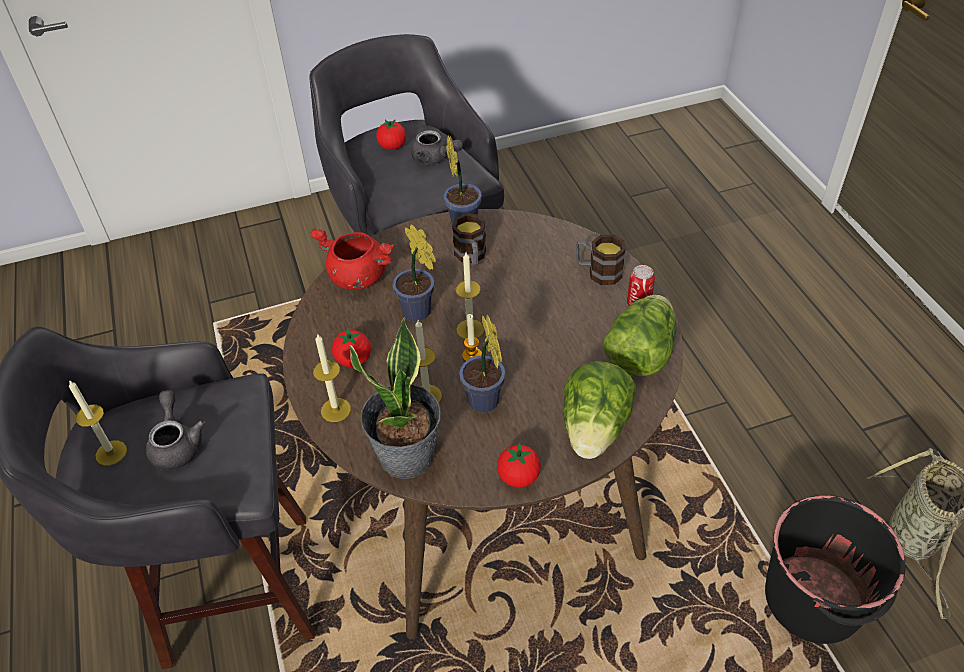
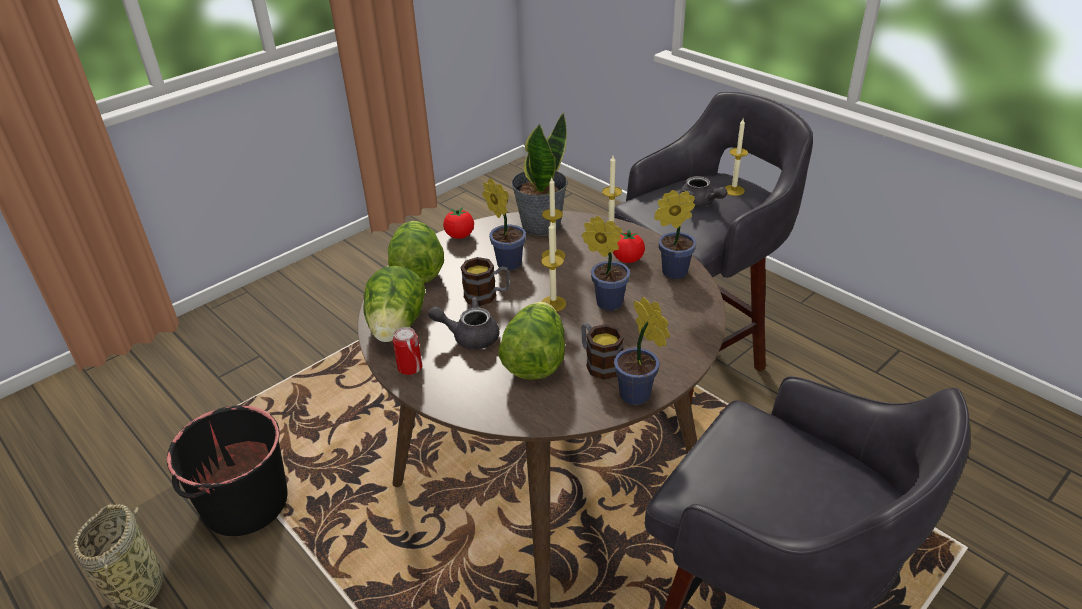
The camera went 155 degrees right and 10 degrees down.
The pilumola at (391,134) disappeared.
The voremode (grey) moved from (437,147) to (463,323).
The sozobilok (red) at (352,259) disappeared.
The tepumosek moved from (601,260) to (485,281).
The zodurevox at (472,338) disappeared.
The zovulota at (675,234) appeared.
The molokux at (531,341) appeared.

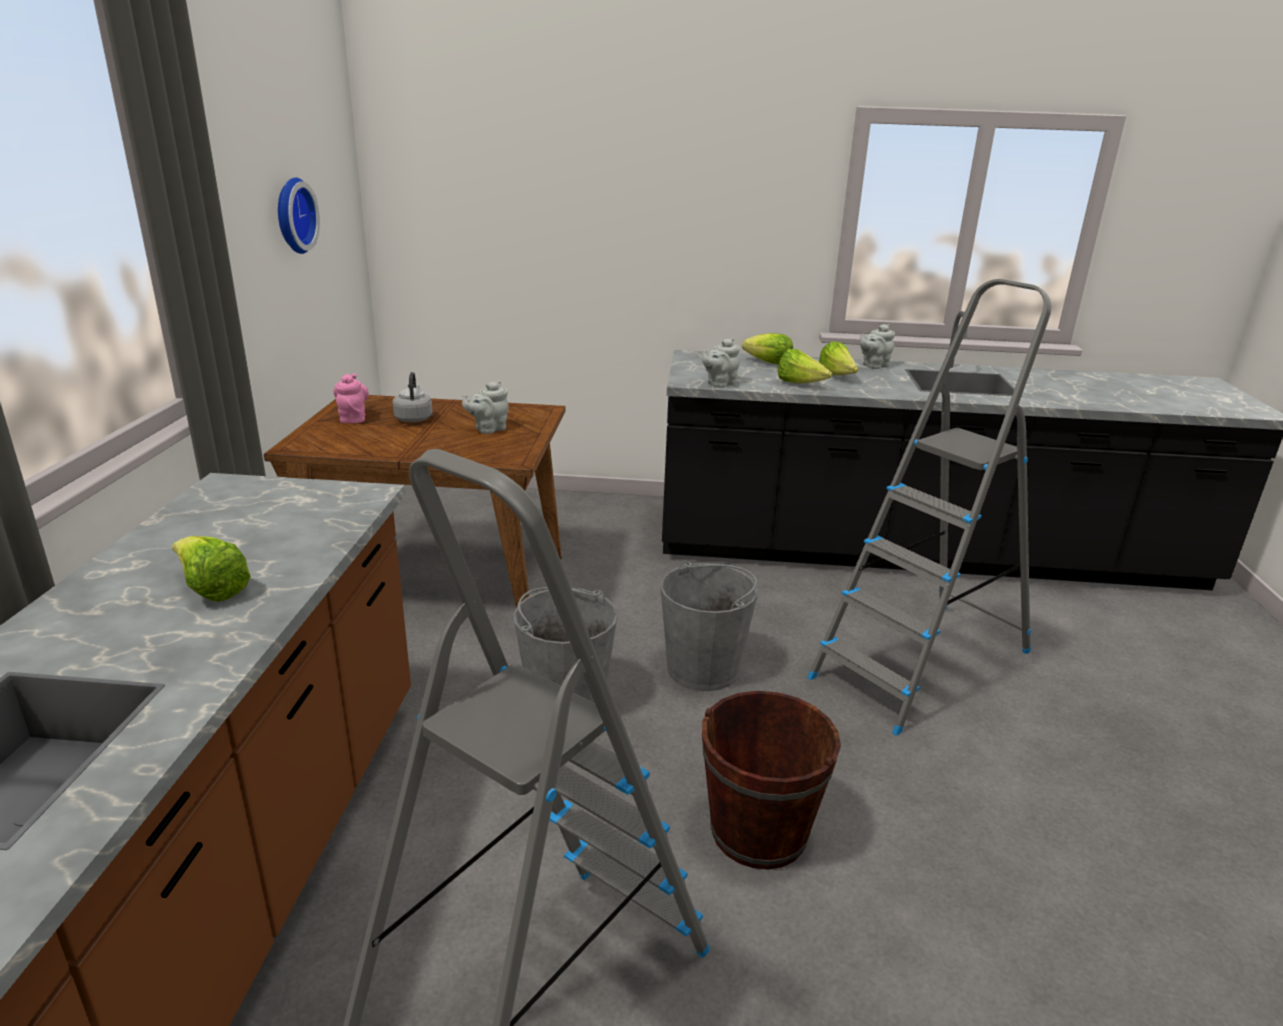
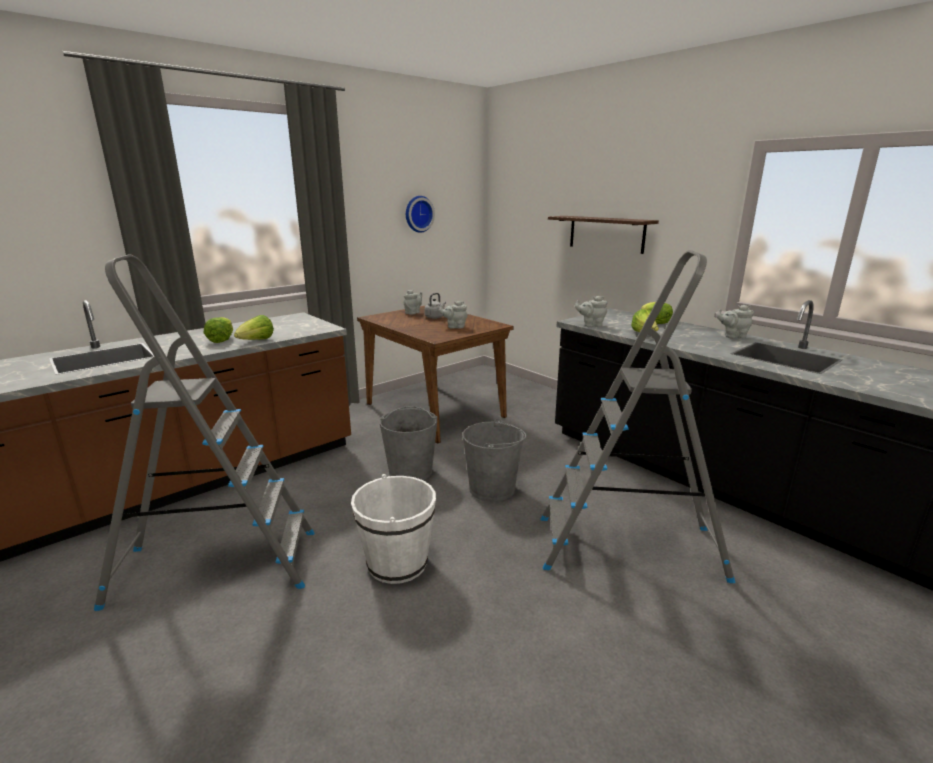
The camera went 45 degrees right and 5 degrees down.
The molokux moved from (839,358) to (254,327).
The voremode (pink) at (351,398) became the voremode (grey) at (413,302).
The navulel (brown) at (771,780) became the navulel (white) at (393,529).
The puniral at (603,235) appeared.

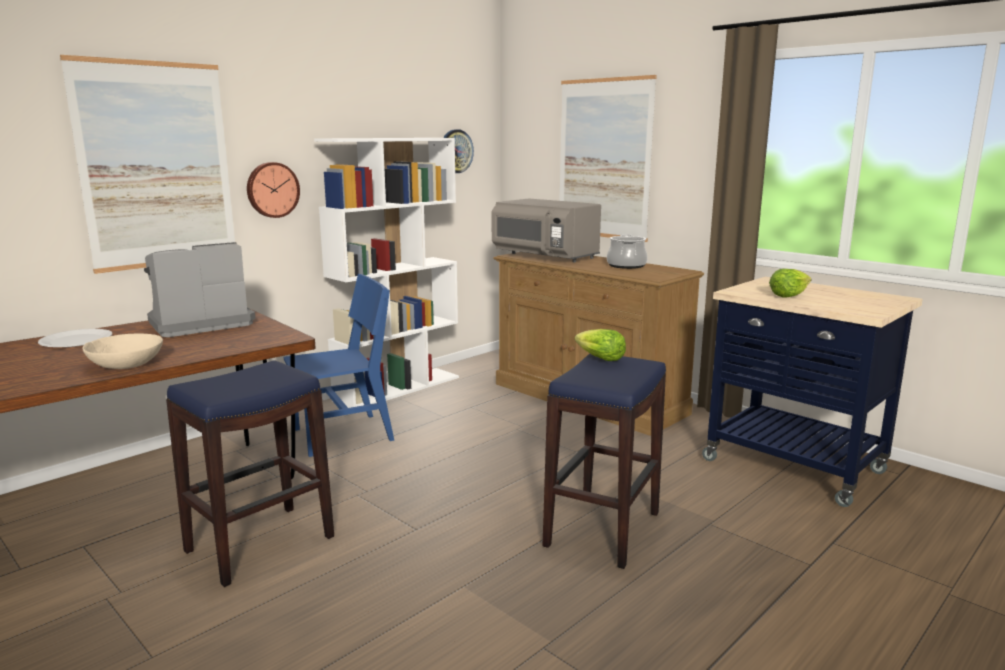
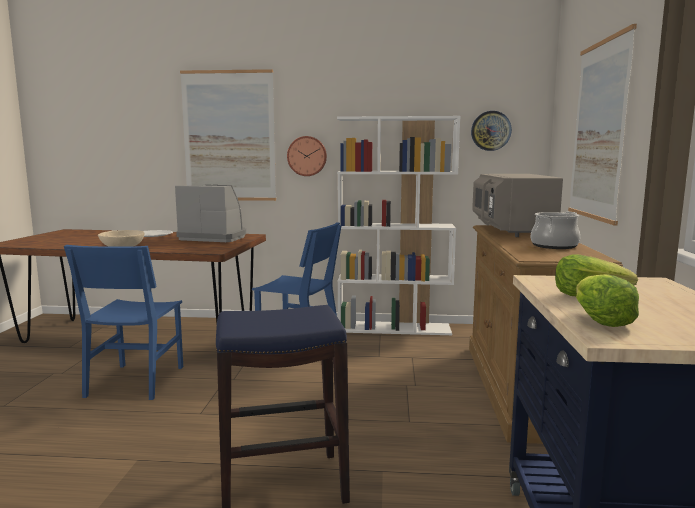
The camera went 50 degrees right and 5 degrees down.
The molokux moved from (600,345) to (607,300).
The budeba at (250,473) was replaced by the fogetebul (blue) at (123,322).

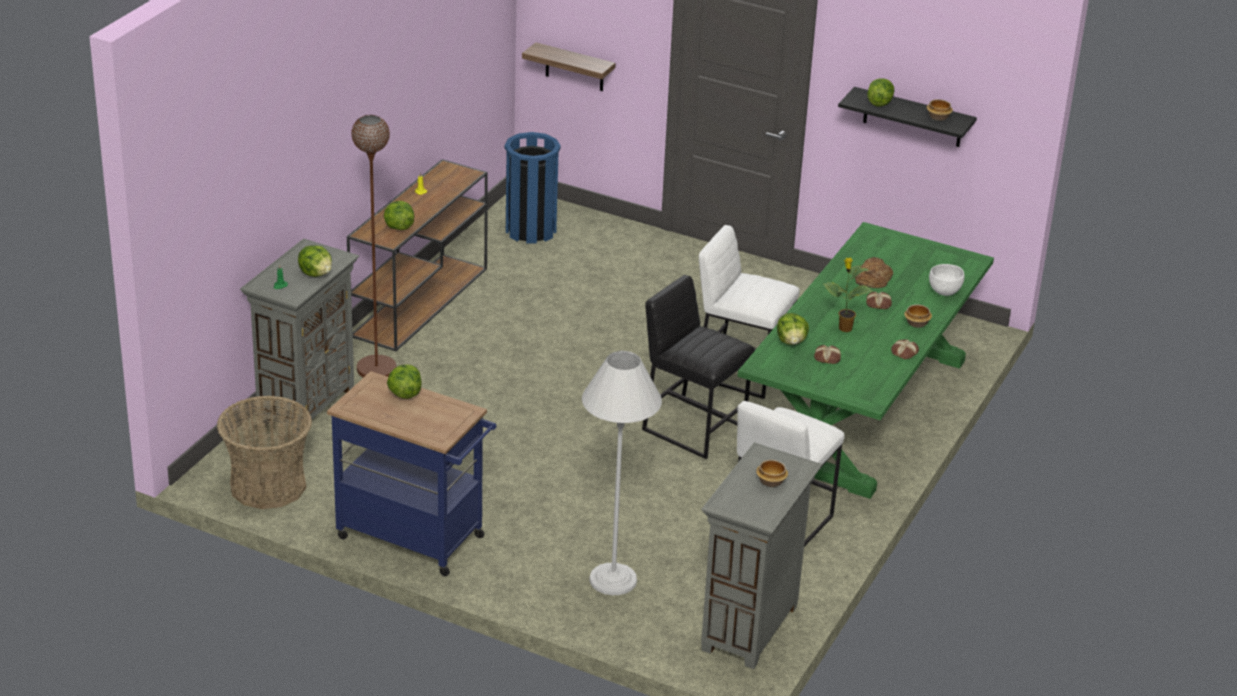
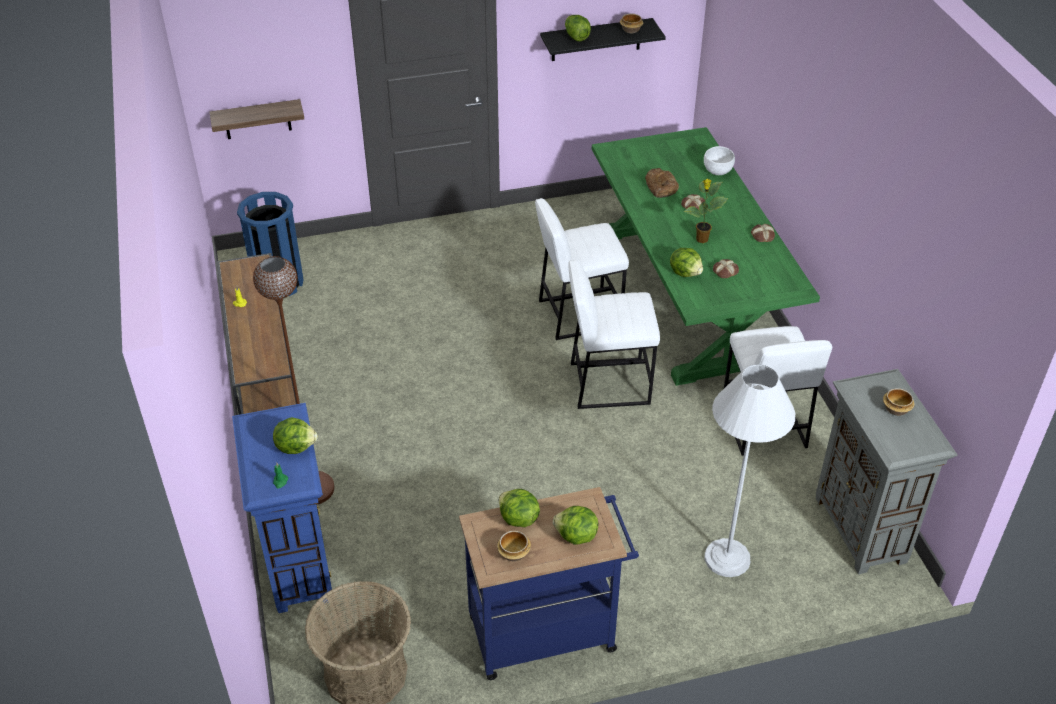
The camera went 40 degrees left and 10 degrees up.
The molokux moved from (399,215) to (575,525).
The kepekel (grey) at (299,337) became the kepekel (blue) at (282,508).
The fogetebul (black) at (698,367) became the fogetebul (white) at (614,334).
The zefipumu moved from (918,316) to (514,546).

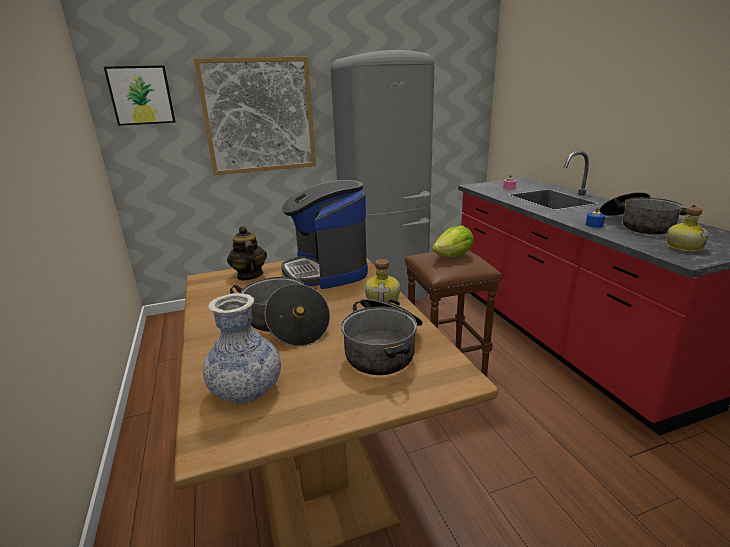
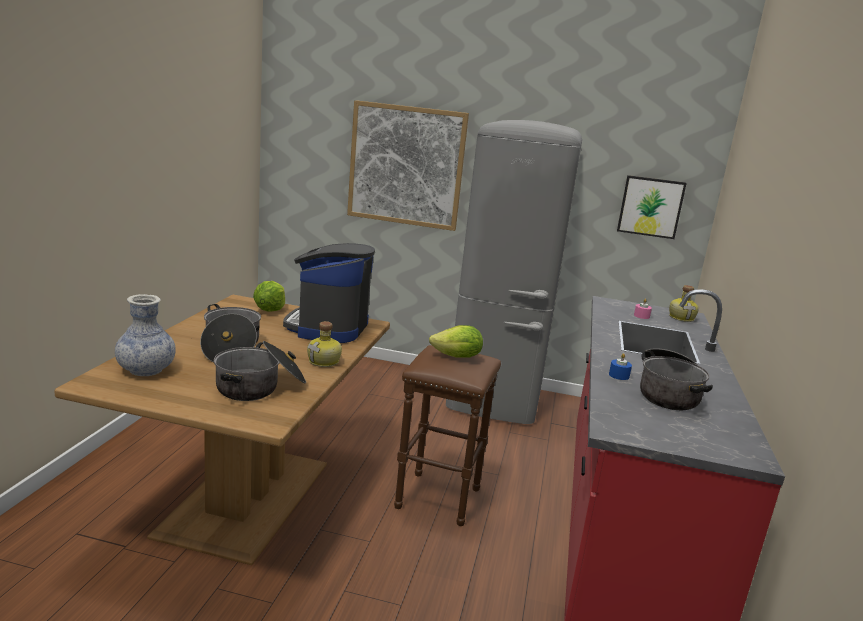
The camera went 30 degrees right and 5 degrees down.
The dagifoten moved from (140,95) to (652,207).
The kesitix moved from (688,229) to (684,303).
The voremode at (247,253) was replaced by the molokux at (269,296).

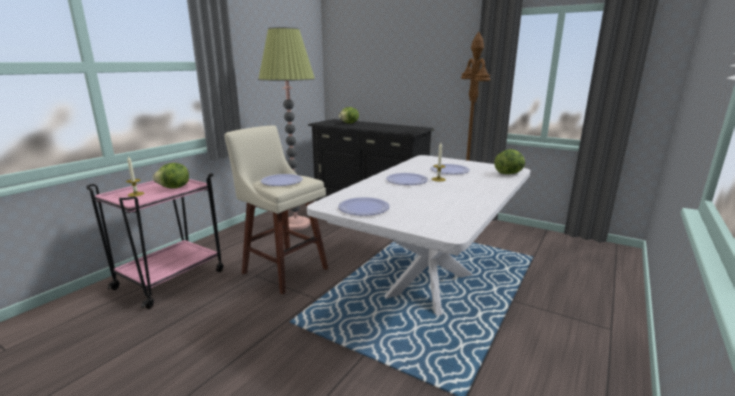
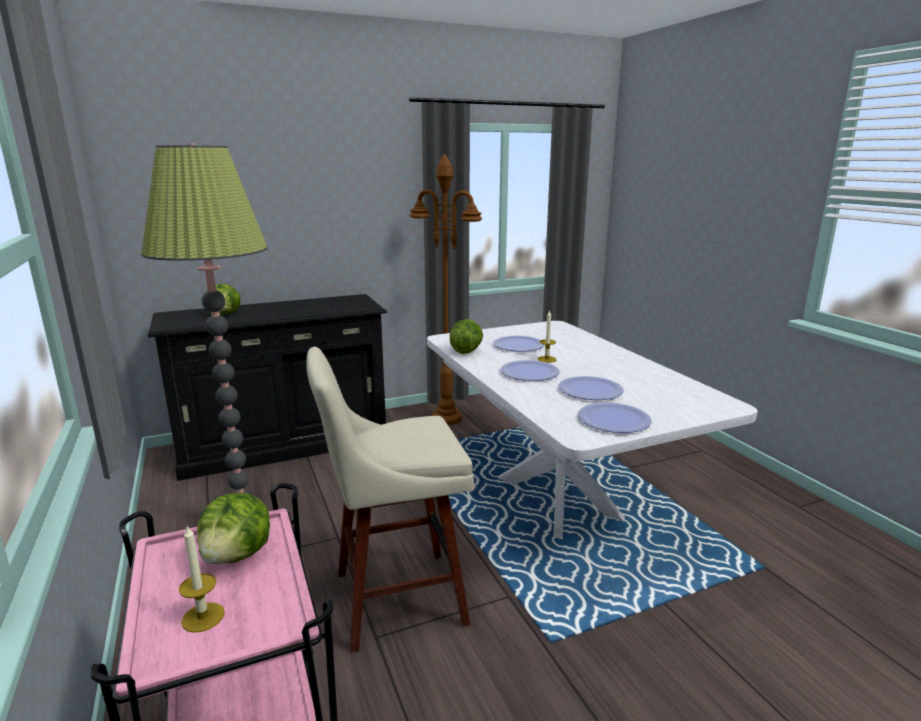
The camera went 55 degrees left and 0 degrees up.
The molokux moved from (509,161) to (466,336).
The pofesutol moved from (282,180) to (591,388).

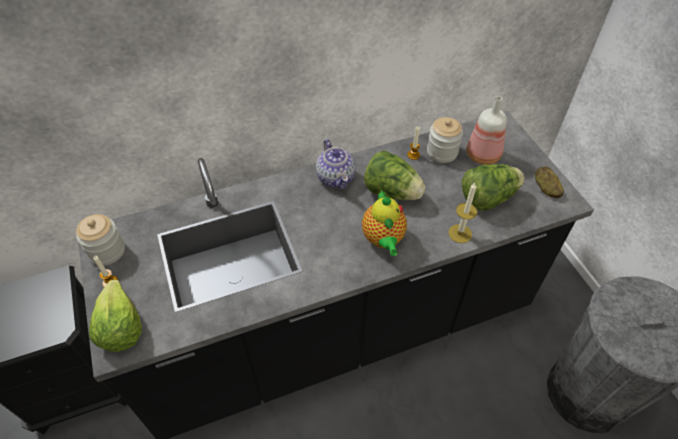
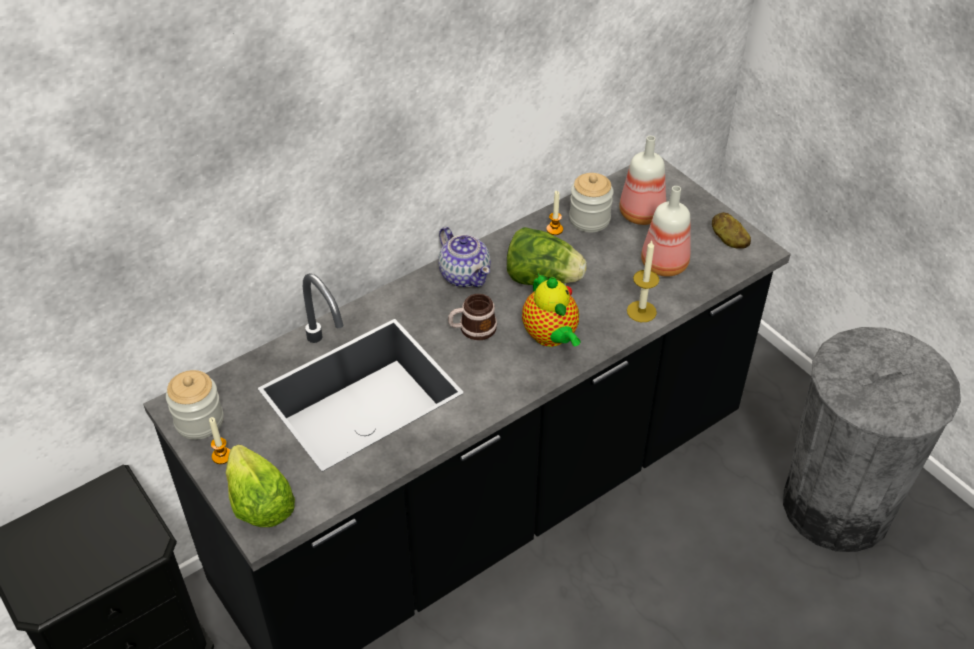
The camera went 15 degrees left and 5 degrees down.
The molokux at (493,187) was replaced by the kesitix at (666,231).
The tepumosek at (472,317) appeared.

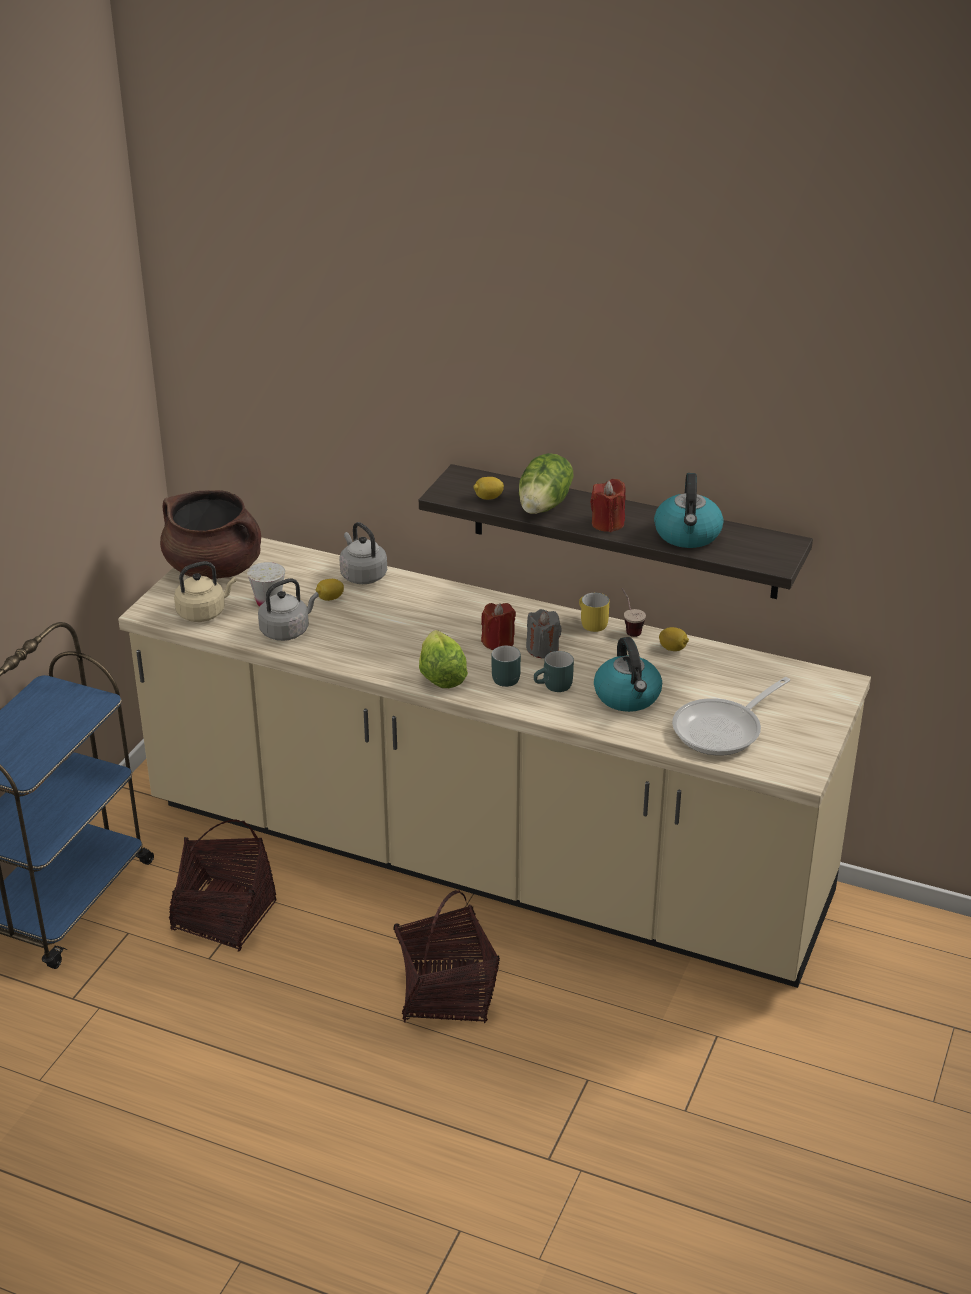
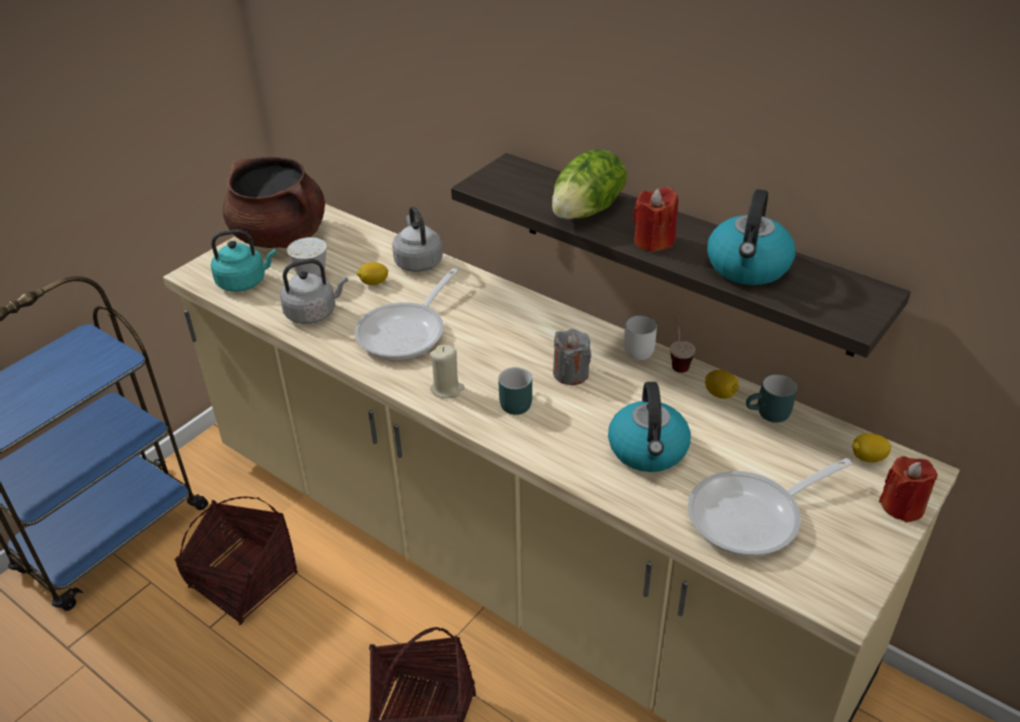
The camera went 15 degrees right and 5 degrees up.
The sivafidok moved from (488,488) to (871,447).
The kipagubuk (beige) at (205,591) became the kipagubuk (turquoise) at (243,260).
The tepumosek (yellow) at (594,612) became the tepumosek (white) at (640,337).
The zodurevox (red) moved from (498,626) to (908,489).
The molokux at (443,659) was replaced by the zodurevox (beige) at (447,371).
The tepumosek (turquoise) moved from (554,671) to (771,398).
The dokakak at (407,314) appeared.

